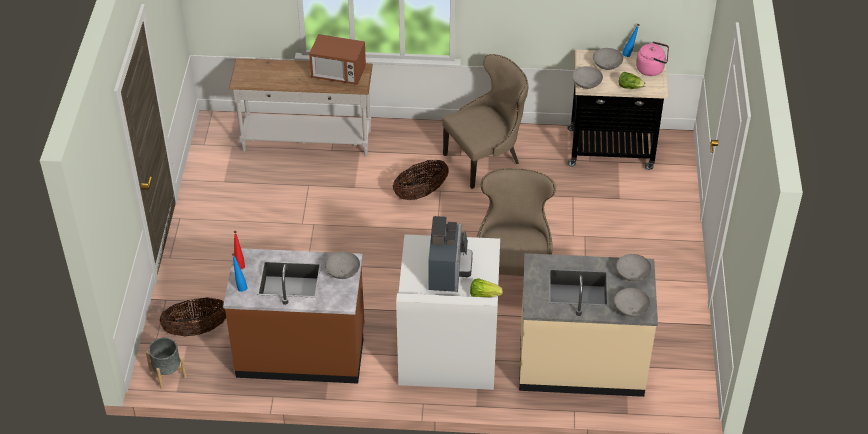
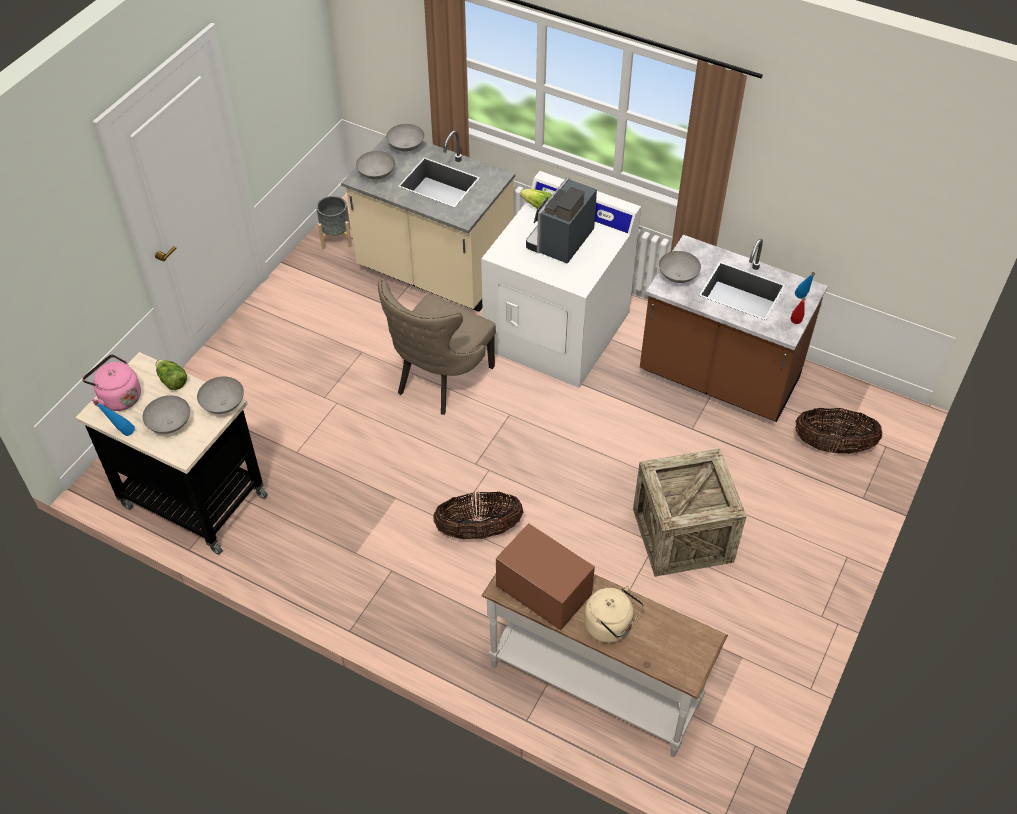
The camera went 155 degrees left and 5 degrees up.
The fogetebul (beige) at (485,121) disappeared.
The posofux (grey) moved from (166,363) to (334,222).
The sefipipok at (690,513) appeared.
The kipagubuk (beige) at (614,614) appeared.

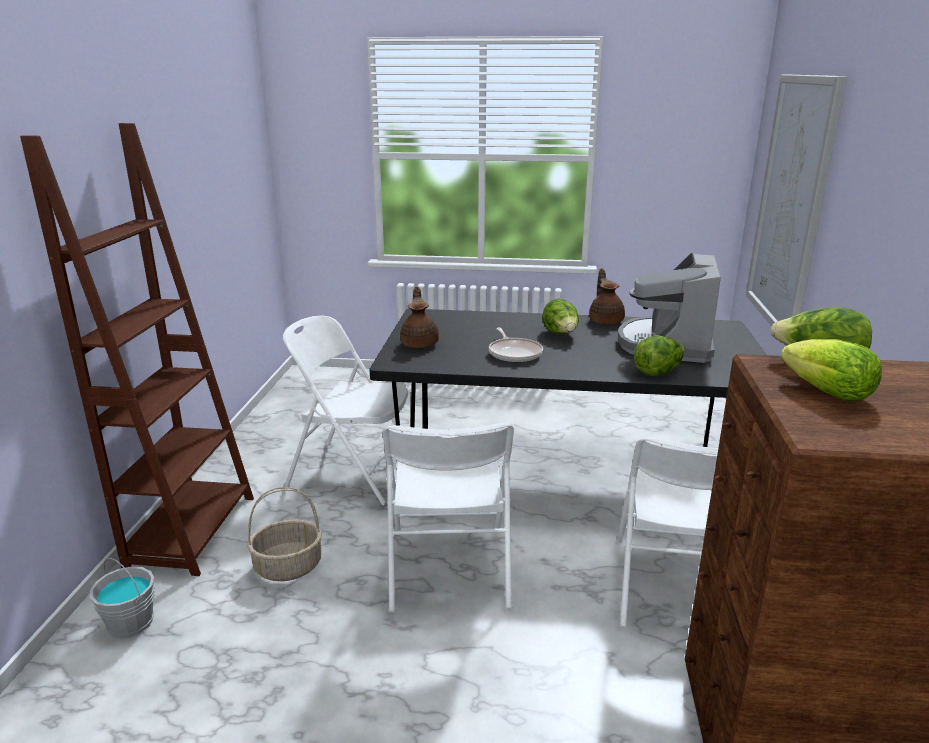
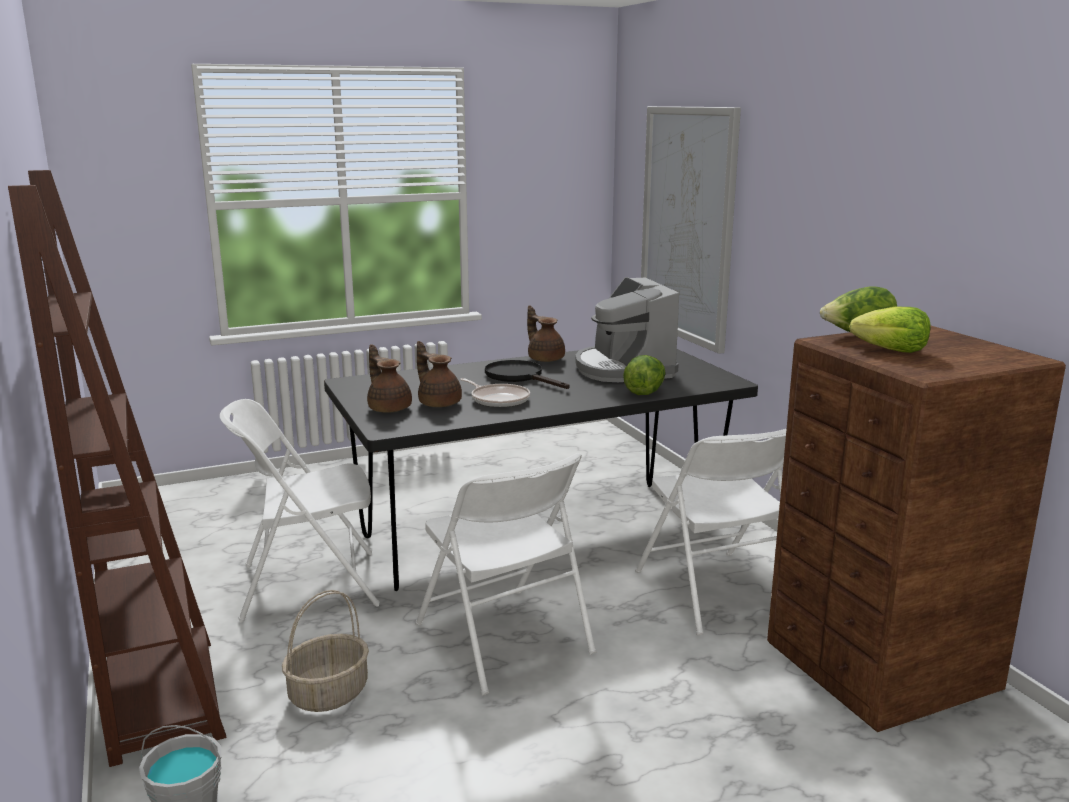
The camera went 30 degrees left and 5 degrees down.
The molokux at (560,316) was replaced by the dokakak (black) at (527,374).
The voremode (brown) at (439,374) appeared.

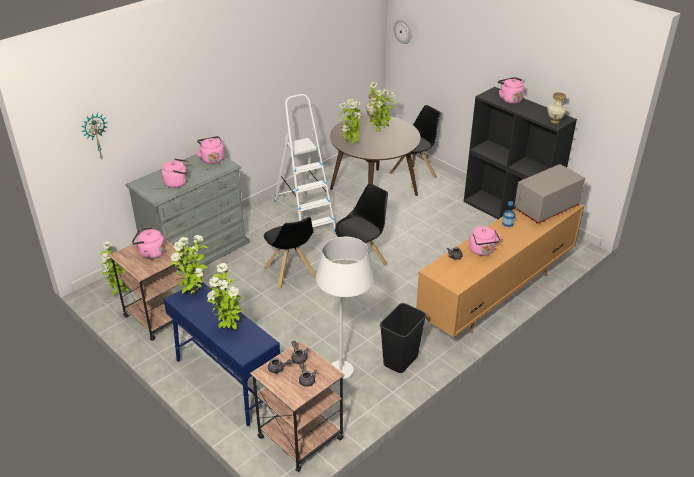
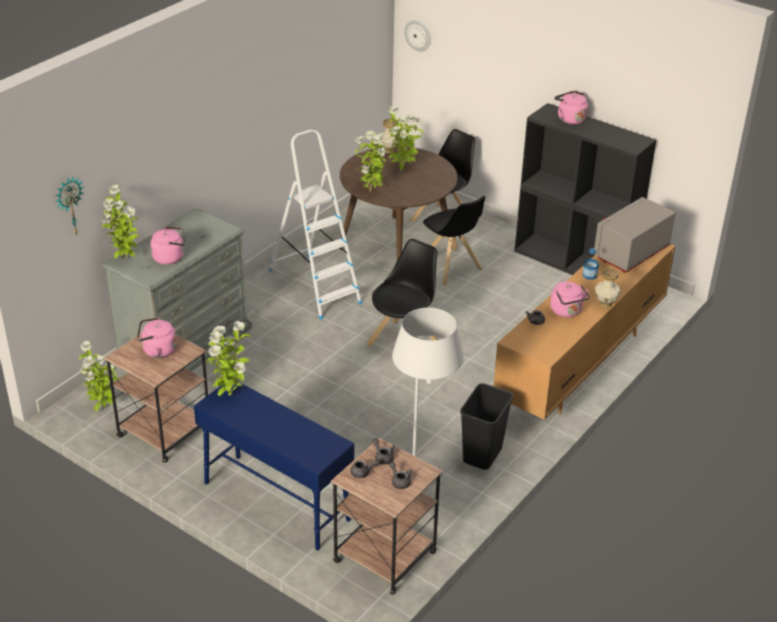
The camera went 10 degrees left and 0 degrees up.
The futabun moved from (557,108) to (608,288).
The kipagubuk (pink) at (209,150) disappeared.
The fogetebul (black) moved from (290,253) to (454,240).
The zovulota moved from (224,296) to (120,222).

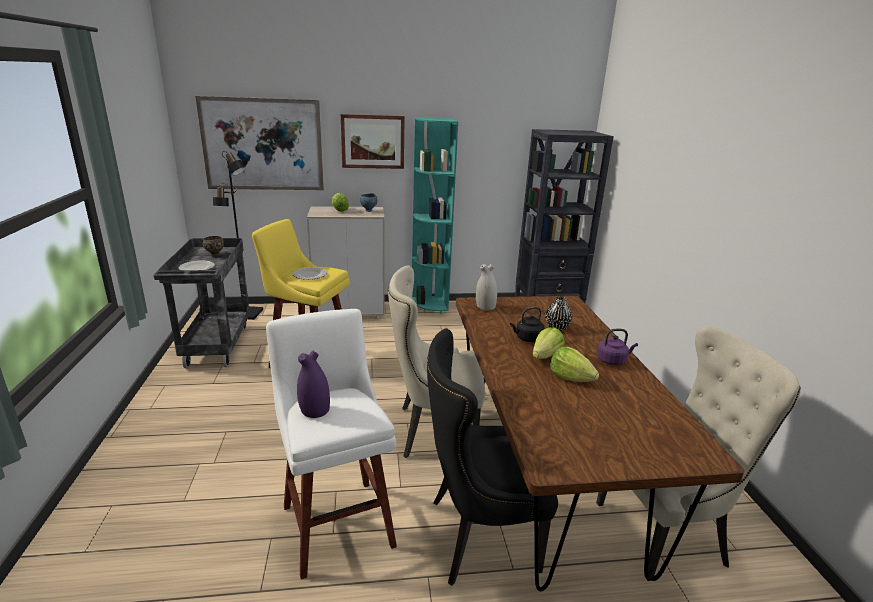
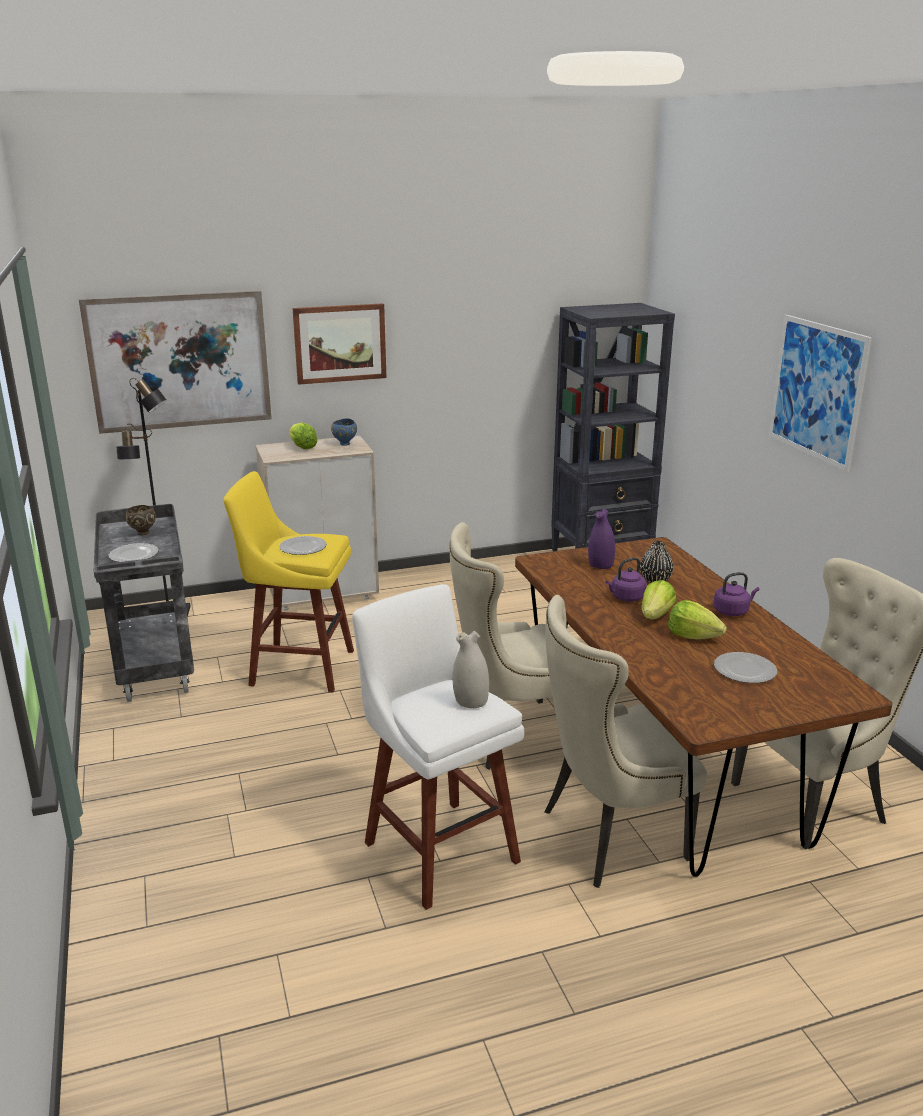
The camera went 10 degrees left and 0 degrees up.
The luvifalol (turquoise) at (435,215) disappeared.
The futabun (white) moved from (486,287) to (471,669).
The kipagubuk (black) at (527,324) became the kipagubuk (purple) at (626,579).
The fogetebul (black) at (492,457) became the fogetebul (beige) at (626,741).
The futabun (purple) moved from (313,384) to (601,539).
The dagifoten at (820,393) appeared.
The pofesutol at (745,667) appeared.

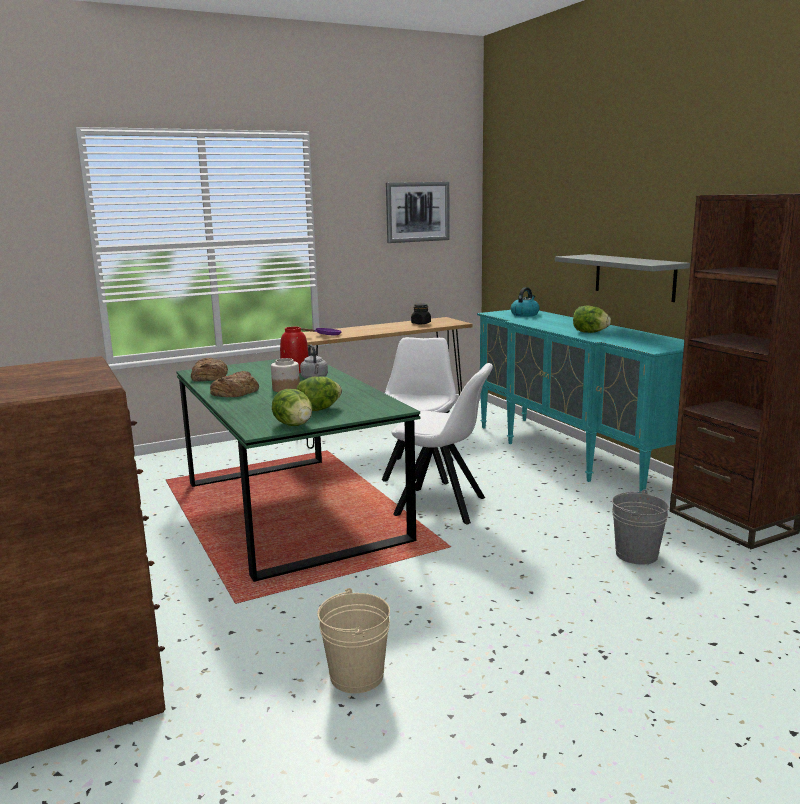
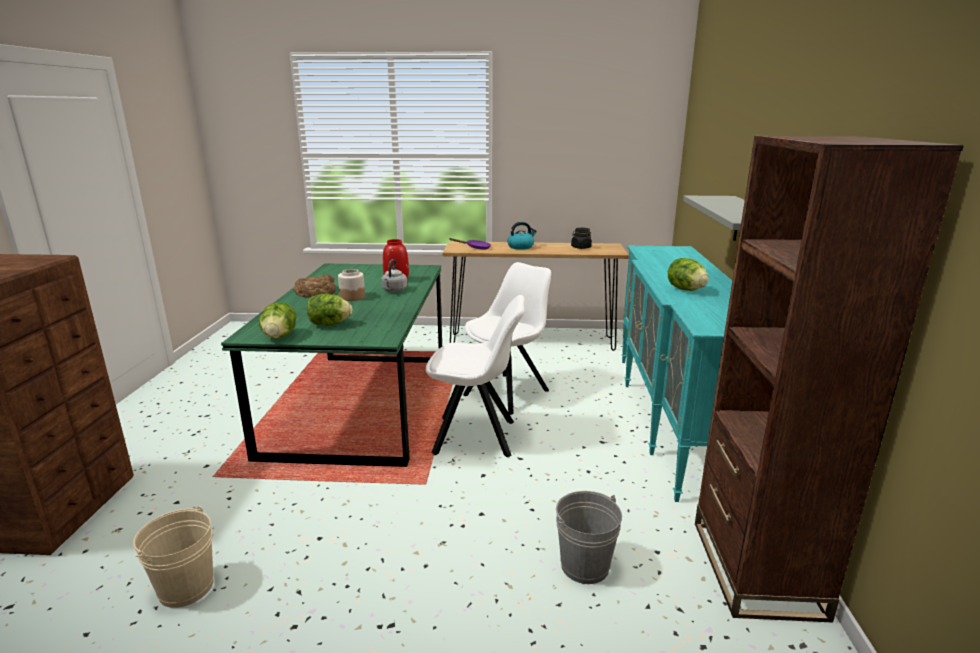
The camera went 30 degrees right and 5 degrees up.
The dagifoten at (418,212) disappeared.
The kipagubuk moved from (525,302) to (522,236).
The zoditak at (209,370) disappeared.
The fogetebul (white) at (442,443) turned 45 degrees counterclockwise.

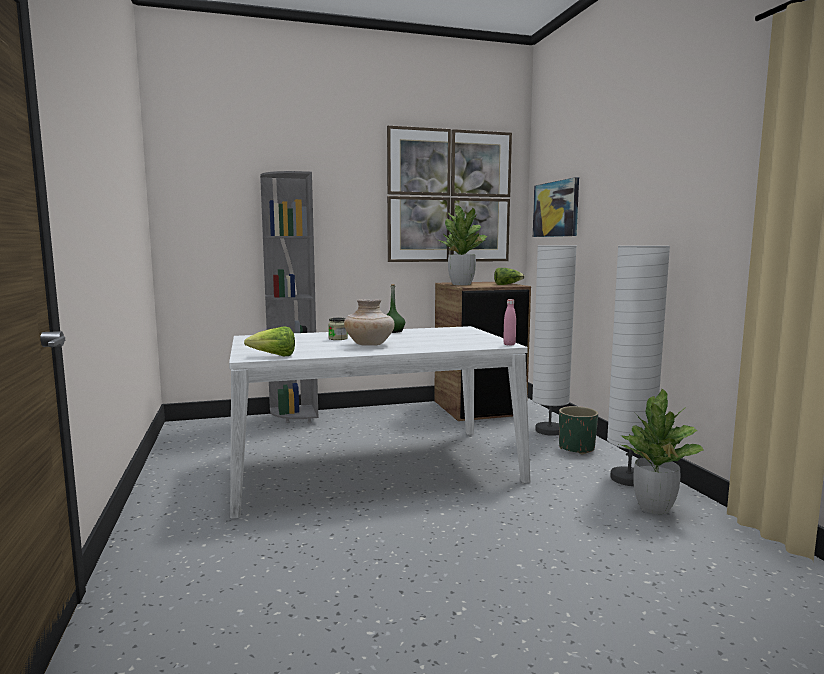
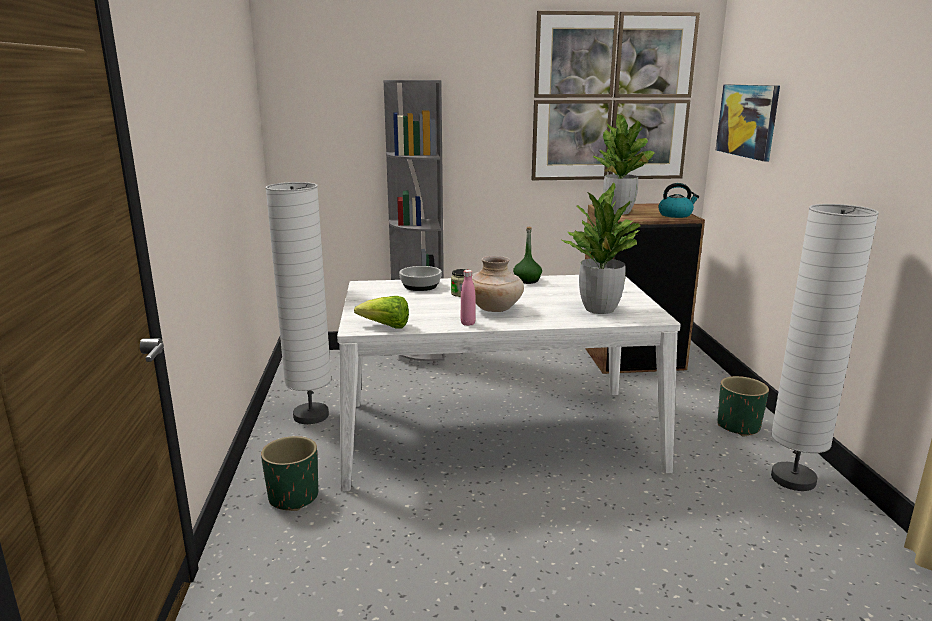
The camera went 10 degrees right and 10 degrees up.
The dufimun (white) moved from (554,341) to (298,303).
The molokux at (509,276) was replaced by the kipagubuk at (678,200).
The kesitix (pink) moved from (509,322) to (468,298).
The zovulota moved from (662,451) to (600,248).
The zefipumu at (420,278) appeared.
The posofux (green) at (289,473) appeared.

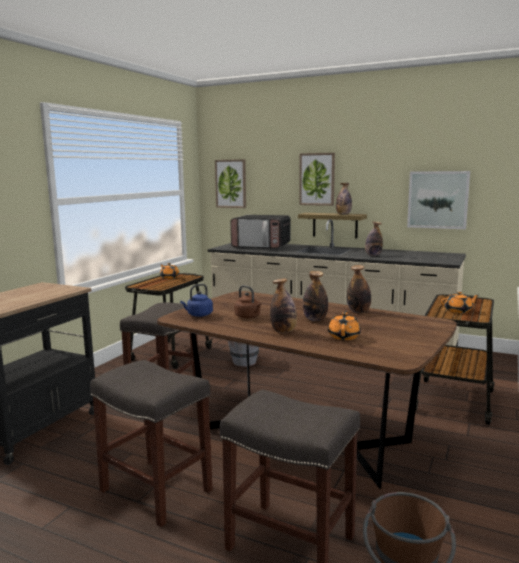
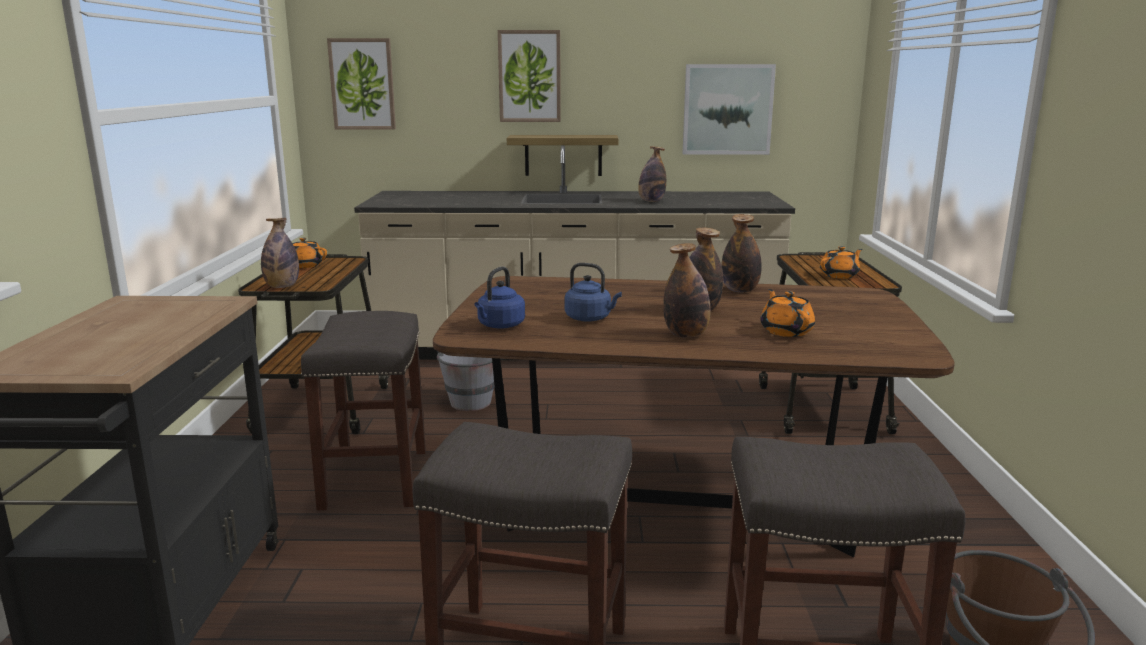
The camera went 25 degrees left and 5 degrees up.
The kesitix moved from (344,198) to (280,253).
The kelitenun at (260,232) disappeared.
The kipagubuk (brown) at (248,301) became the kipagubuk (blue) at (593,292).

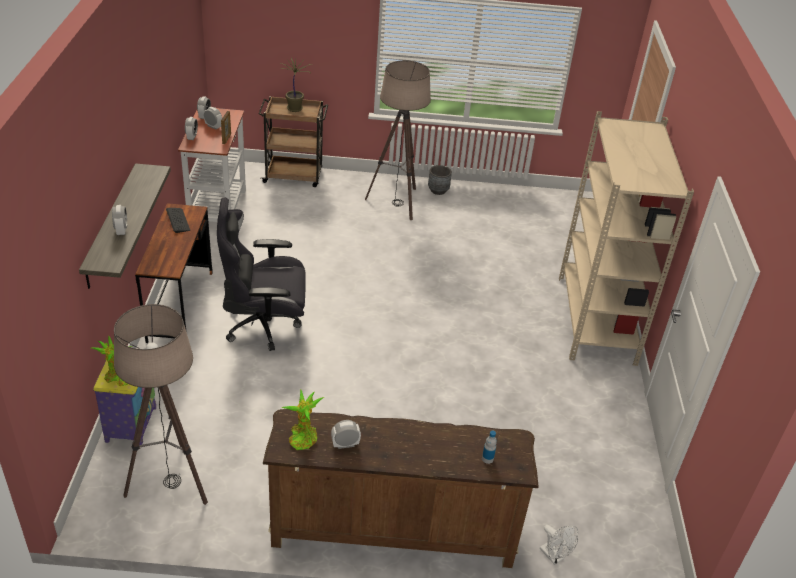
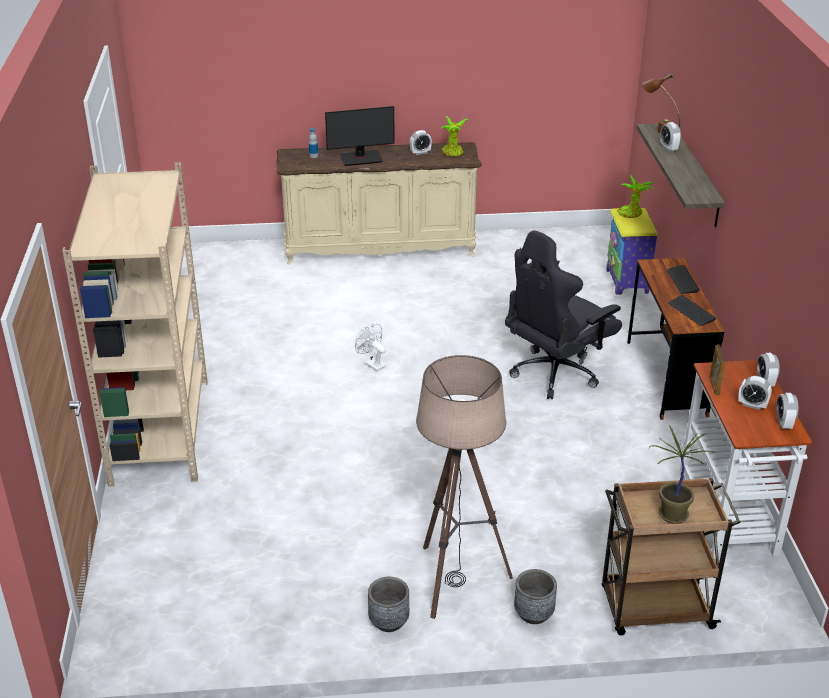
The camera went 175 degrees right and 5 degrees down.
The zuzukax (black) at (261,274) turned 150 degrees clockwise.
The dufimun at (161,404) disappeared.
The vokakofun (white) moved from (559,545) to (370,348).
The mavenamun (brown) at (661,103) appeared.
The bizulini at (360,136) appeared.
The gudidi at (683,279) appeared.
The posofux (grey) at (535,596) appeared.

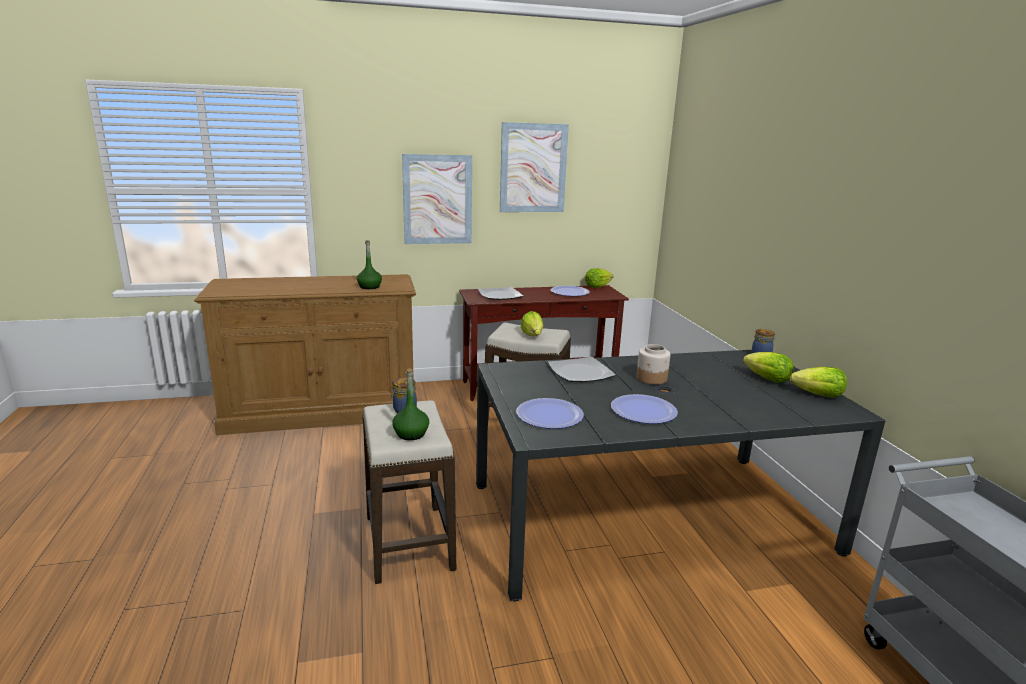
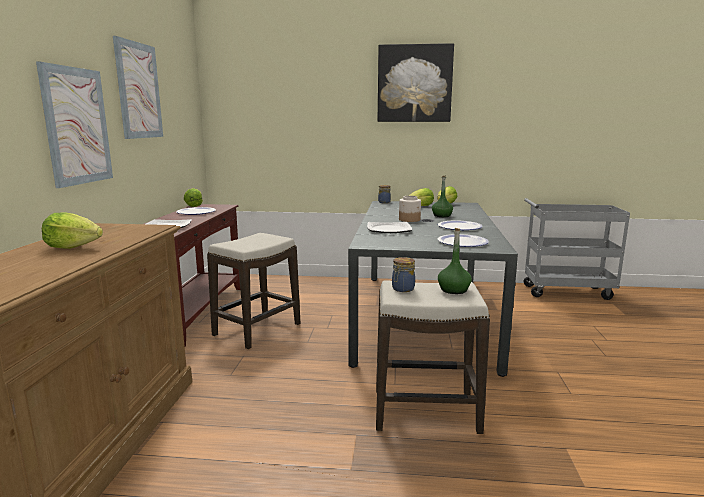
The camera went 70 degrees left and 5 degrees down.
The kesitix (green) moved from (369,264) to (442,196).
The molokux moved from (532,323) to (72,230).
The dagifoten at (416,82) appeared.

